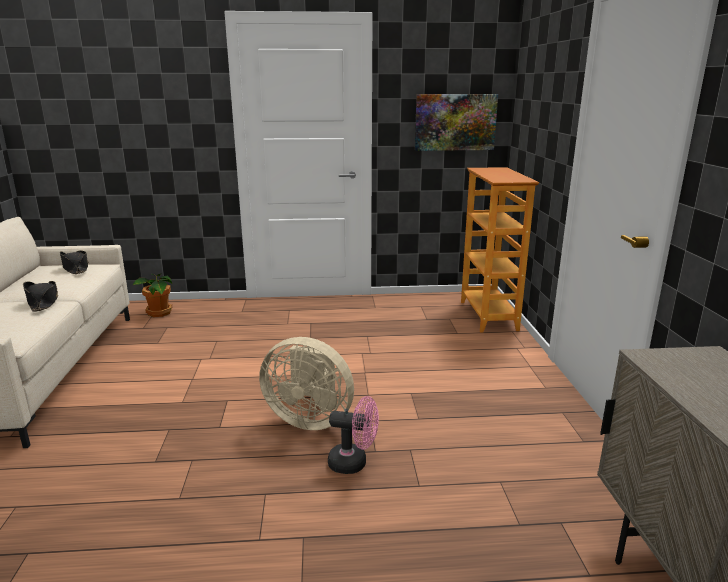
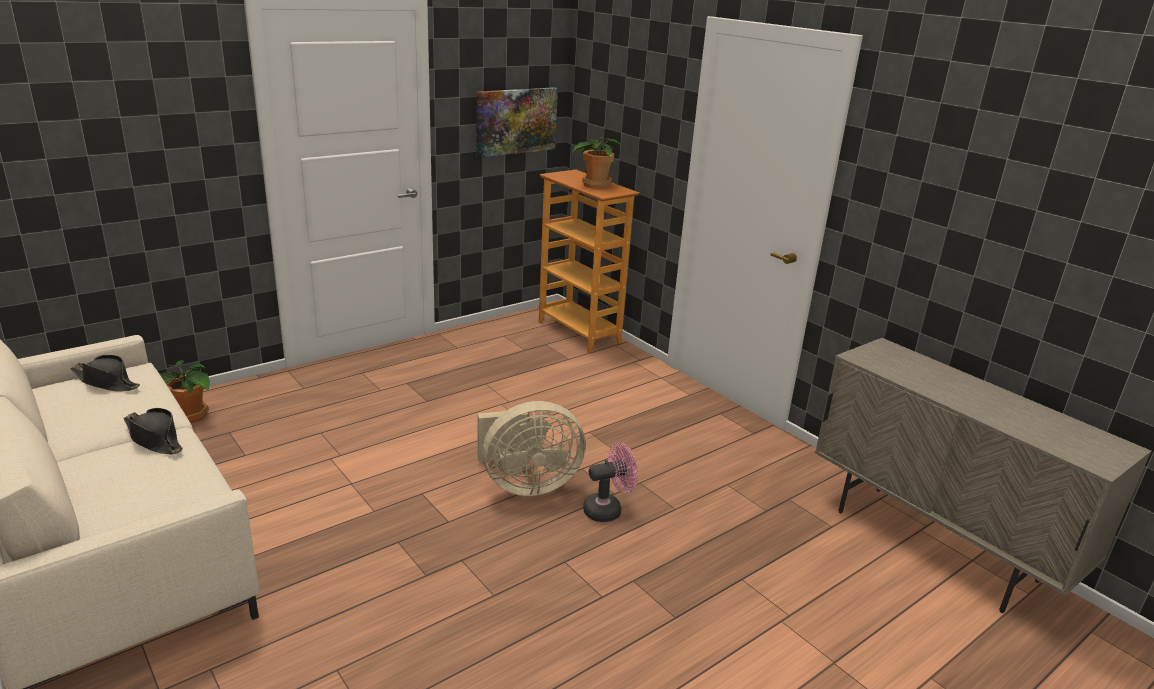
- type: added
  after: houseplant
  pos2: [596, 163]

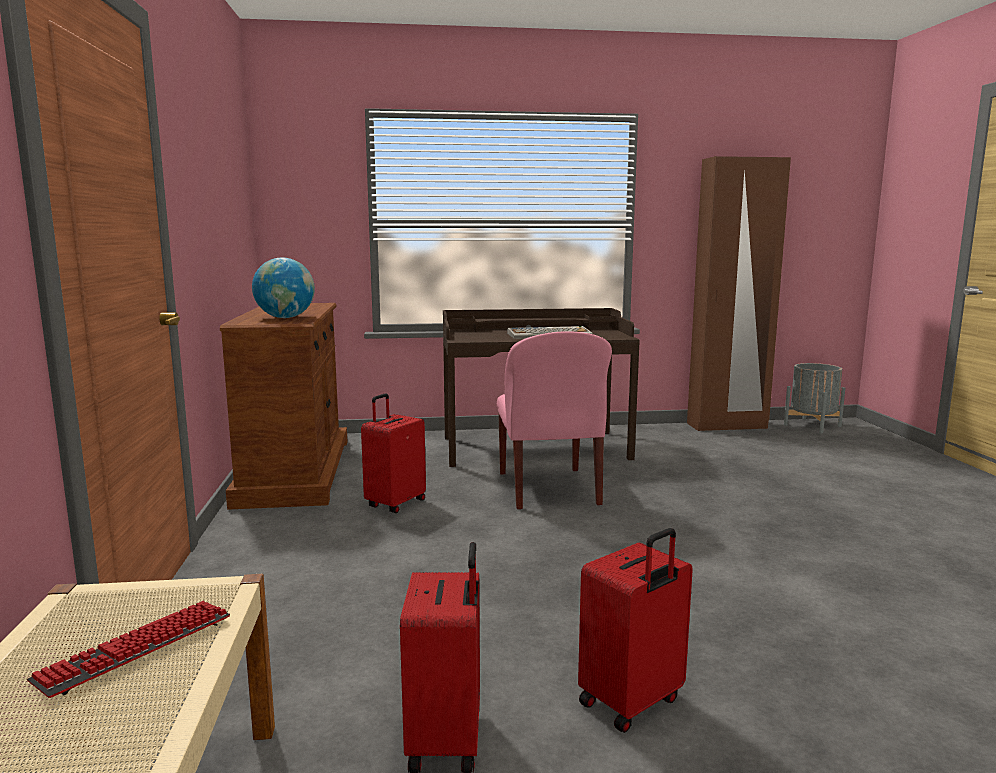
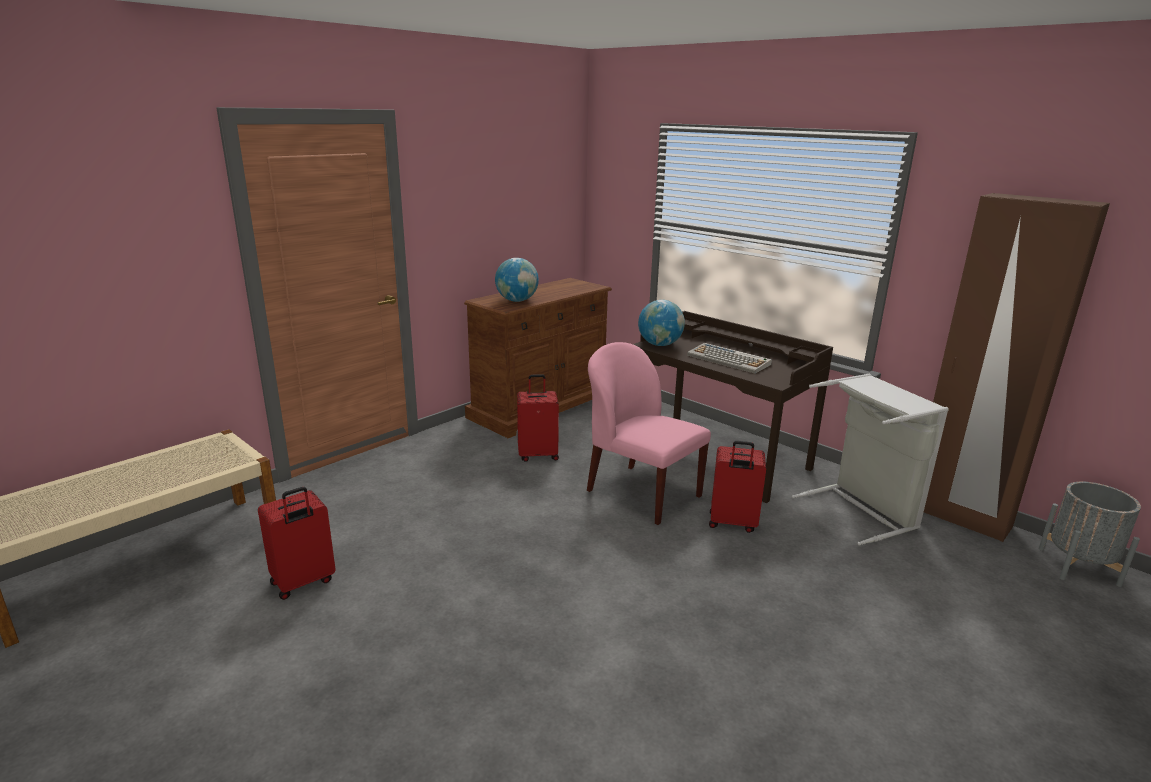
- type: turned
  before: chair (pink-coloured)
  pos1: [554, 420]
  pos2: [649, 433]
  turn: 90
- type: added
  after: world globe
  pos2: [661, 323]
- type: moved
  before: piece of luggage (red)
  pos1: [635, 630]
  pos2: [737, 487]
- type: added
  after: hamper (grey)
  pos2: [870, 460]
- type: removed
  before: keyboard
  pos1: [128, 649]

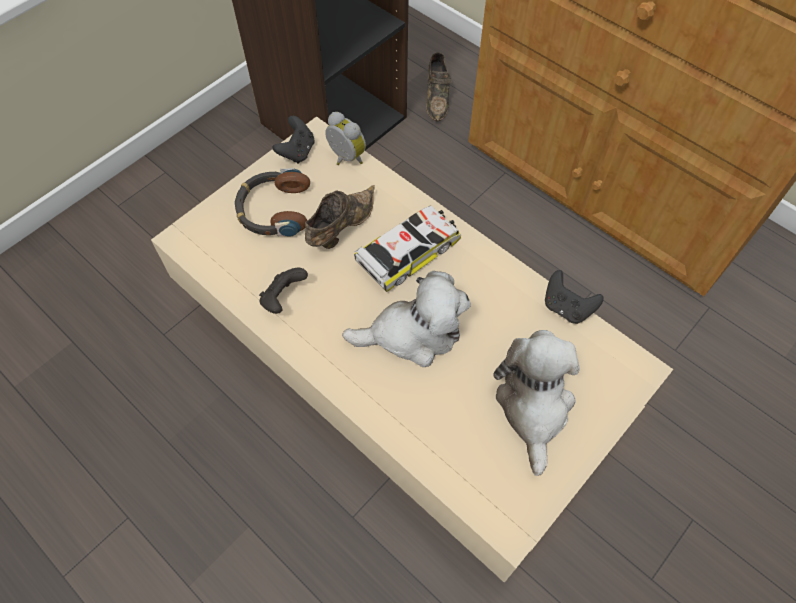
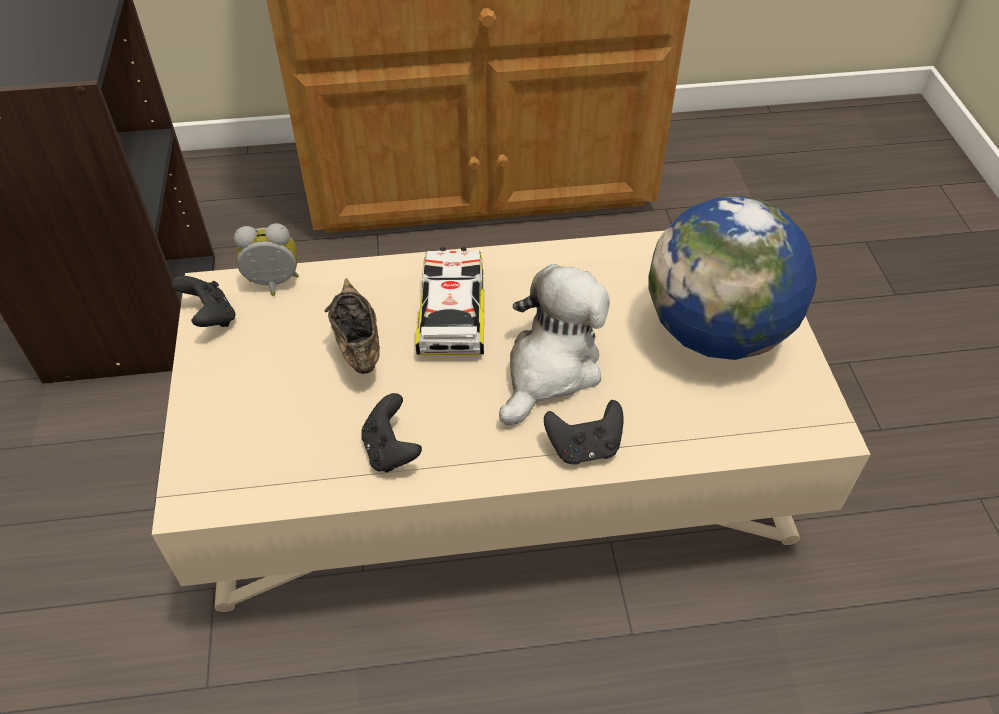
- type: moved
  before: joypad (black-coloured)
  pos1: [574, 297]
  pos2: [583, 432]
- type: replaced
  before: plush toy
  after: world globe
  pos1: [536, 403]
  pos2: [732, 278]
- type: removed
  before: headphones
  pos1: [272, 202]
- type: removed
  before: item of footwear (brown-coloured)
  pos1: [439, 87]

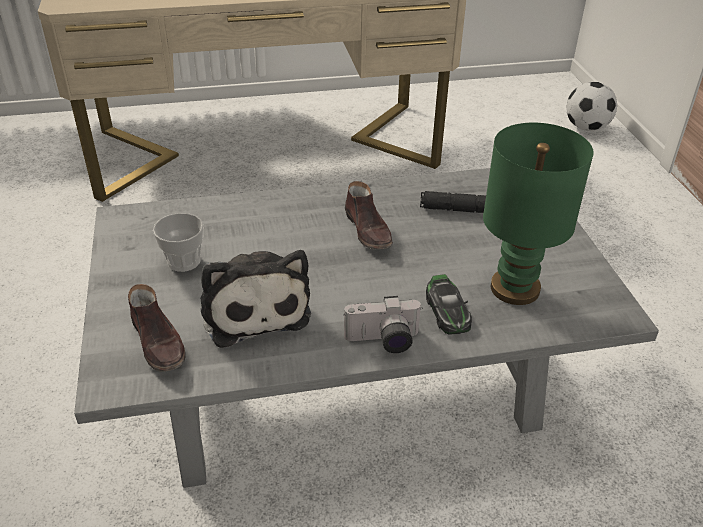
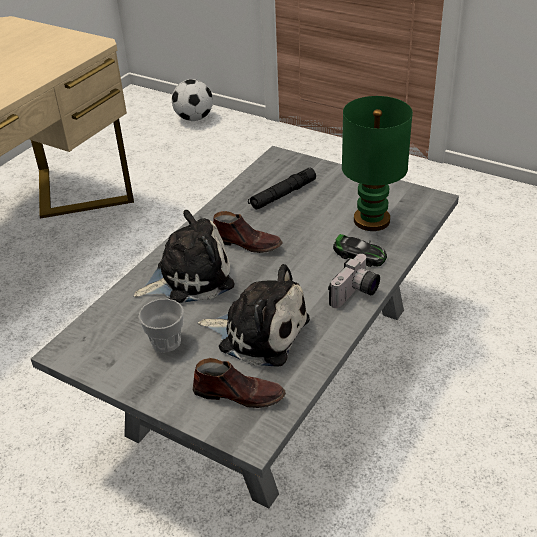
- type: added
  after: plush toy
  pos2: [183, 256]

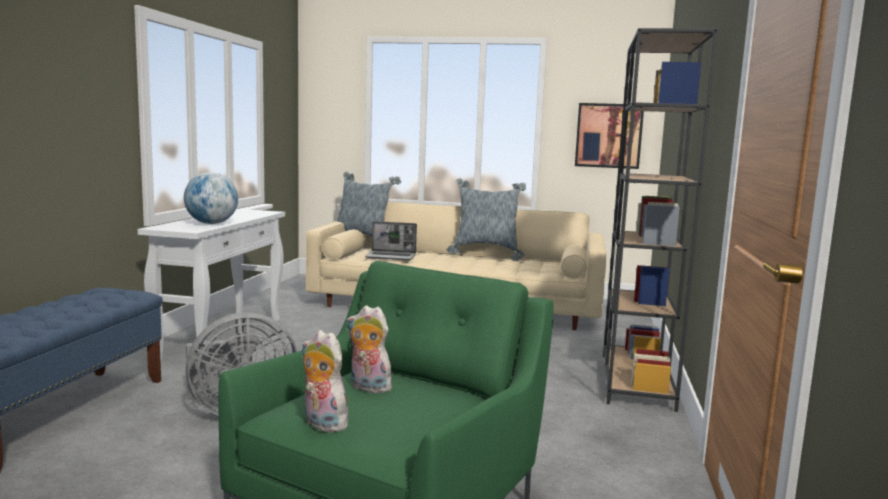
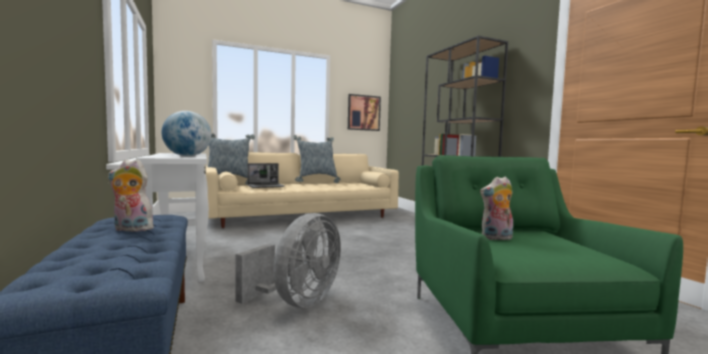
- type: moved
  before: plush toy
  pos1: [324, 381]
  pos2: [131, 195]

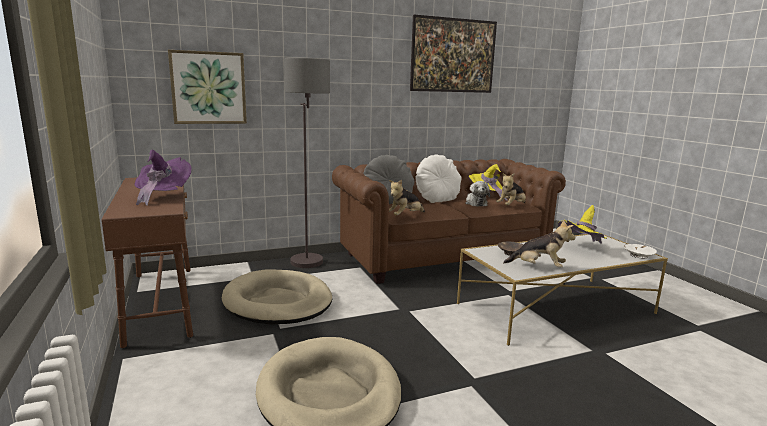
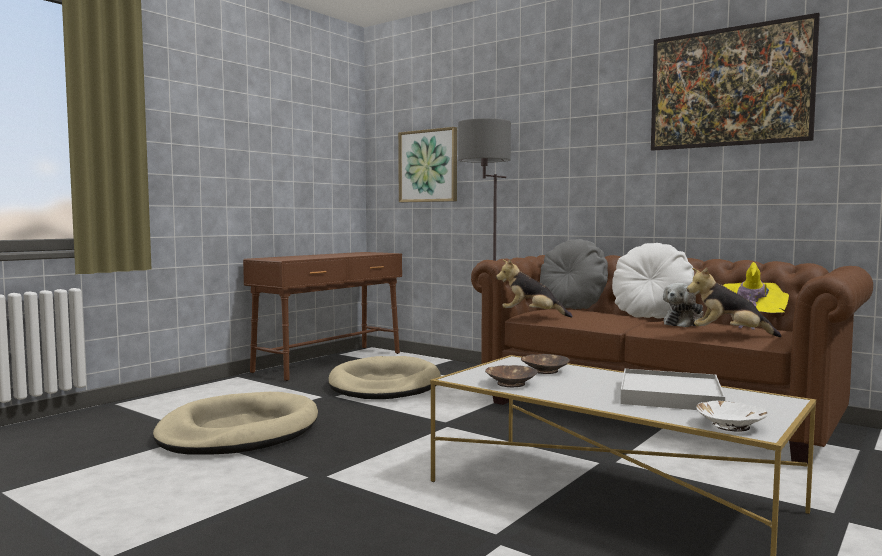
- type: replaced
  before: plush toy
  after: deep dish (brown-coloured)
  pos1: [539, 244]
  pos2: [511, 376]
- type: replaced
  before: clothing hat (yellowish)
  after: serving tray (whitish)
  pos1: [582, 224]
  pos2: [672, 389]
- type: removed
  before: clothing hat (purplish)
  pos1: [163, 177]

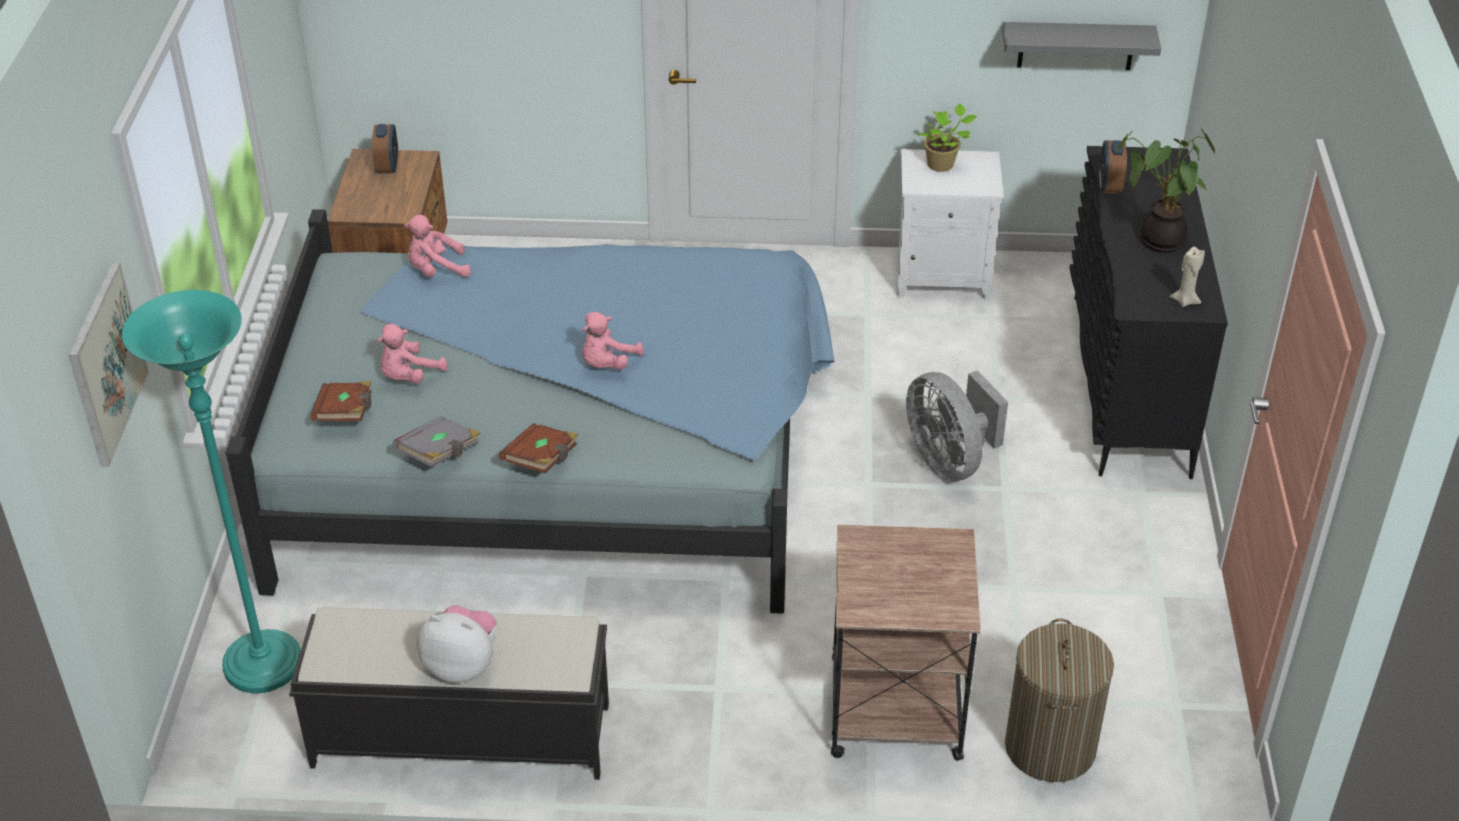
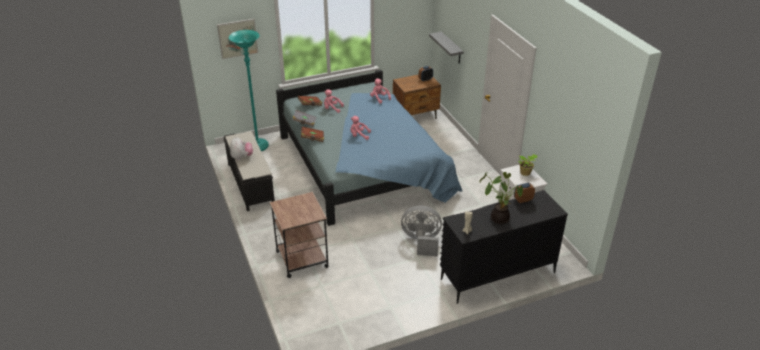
- type: turned
  before: fan (grey)
  pos1: [957, 425]
  pos2: [421, 231]
  turn: 60
- type: moved
  before: bracket shelf (grey)
  pos1: [1081, 46]
  pos2: [446, 48]
- type: removed
  before: hamper
  pos1: [1059, 700]

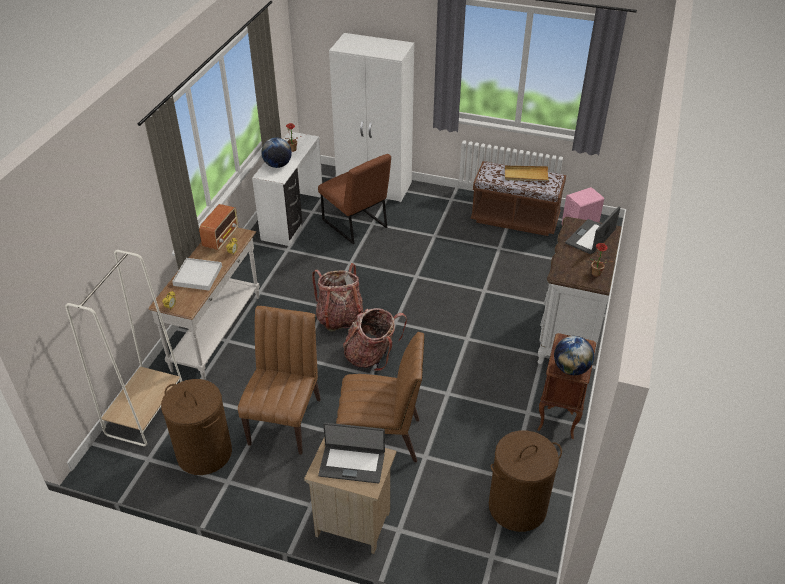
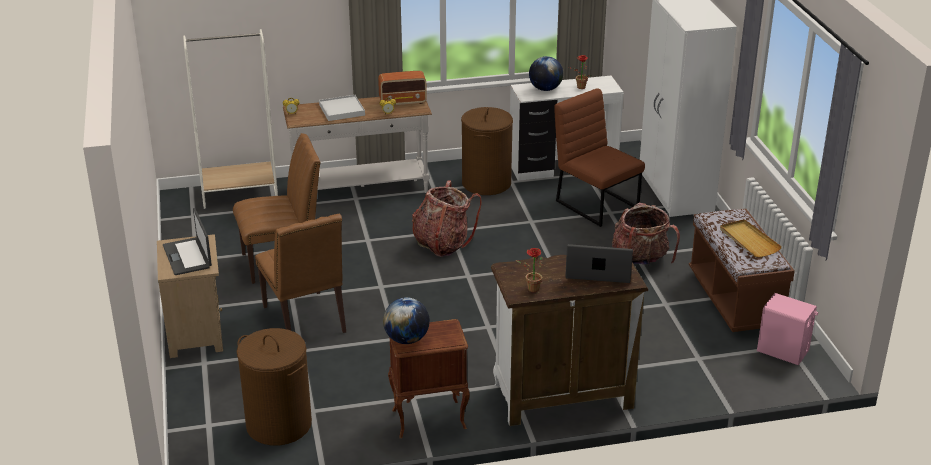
- type: moved
  before: hamper (brown-coloured)
  pos1: [196, 427]
  pos2: [487, 151]
- type: turned
  before: chair (brown-coloured)
  pos1: [354, 199]
  pos2: [599, 157]
  turn: 120
- type: moved
  before: backpack
  pos1: [375, 339]
  pos2: [646, 235]

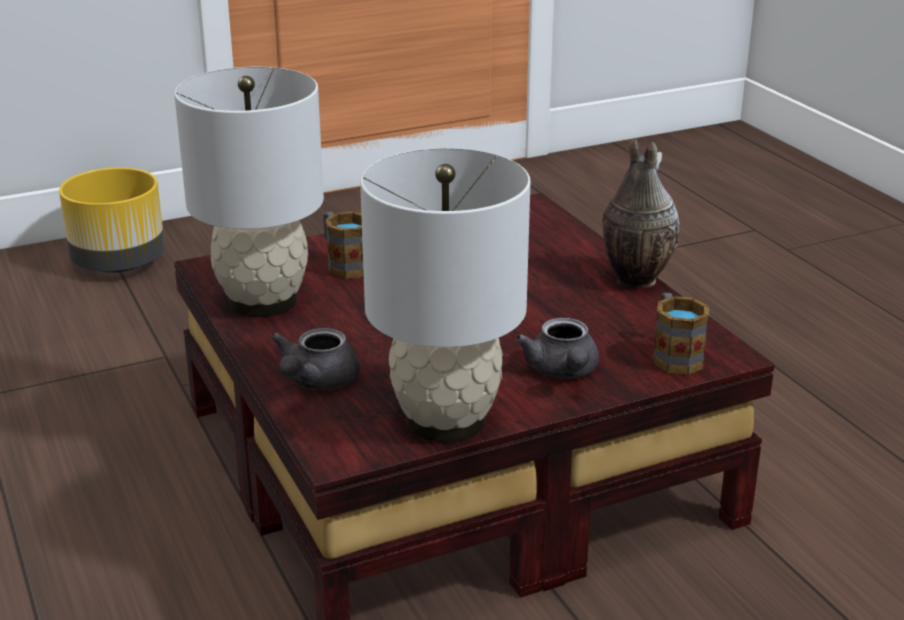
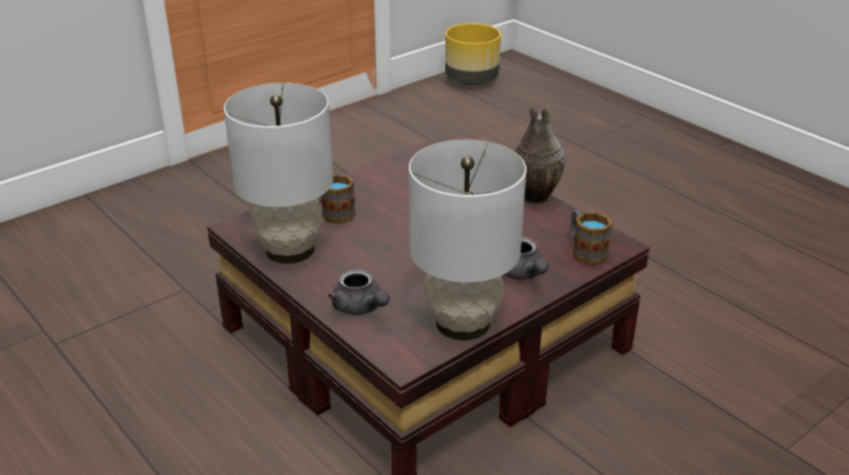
- type: turned
  before: tea pot (grey)
  pos1: [315, 359]
  pos2: [359, 292]
  turn: -45
- type: moved
  before: planter (yellowish)
  pos1: [112, 220]
  pos2: [473, 54]

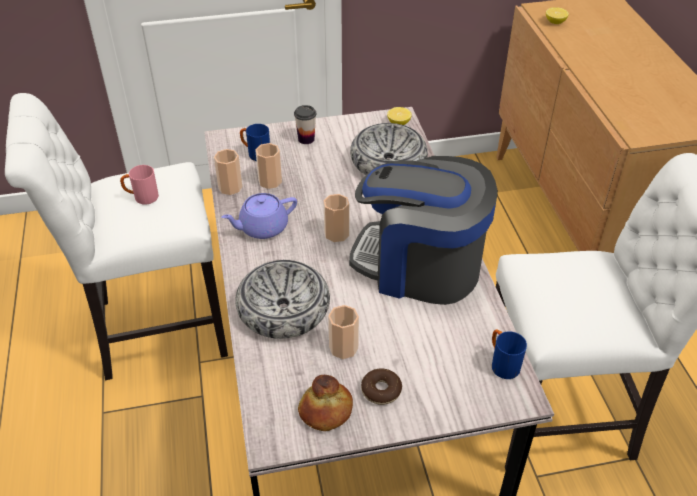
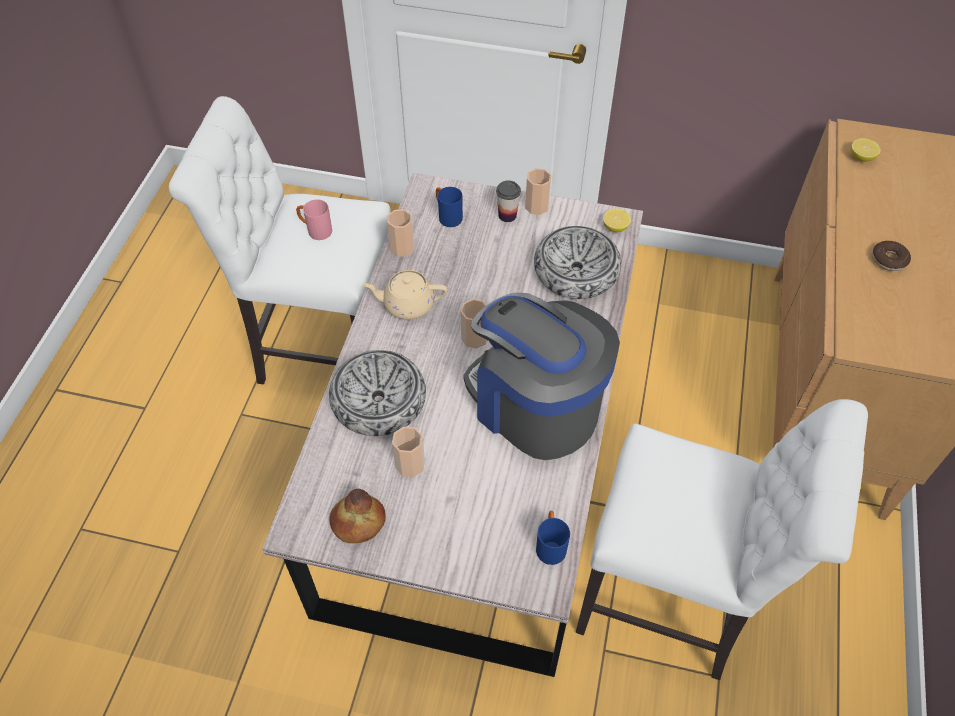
- type: recoloured
  before: tea pot (purplish)
  after: tea pot (sand-coloured)
  pos1: [259, 216]
  pos2: [405, 295]
- type: moved
  before: cup
  pos1: [268, 166]
  pos2: [538, 191]
- type: moved
  before: doughnut
  pos1: [381, 386]
  pos2: [891, 256]

